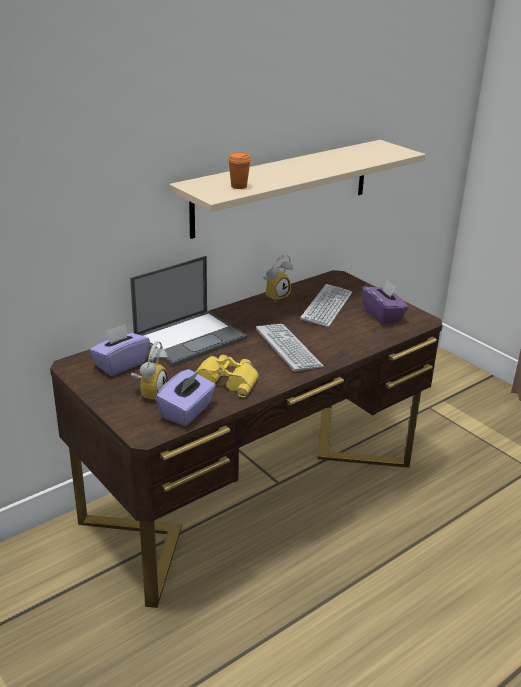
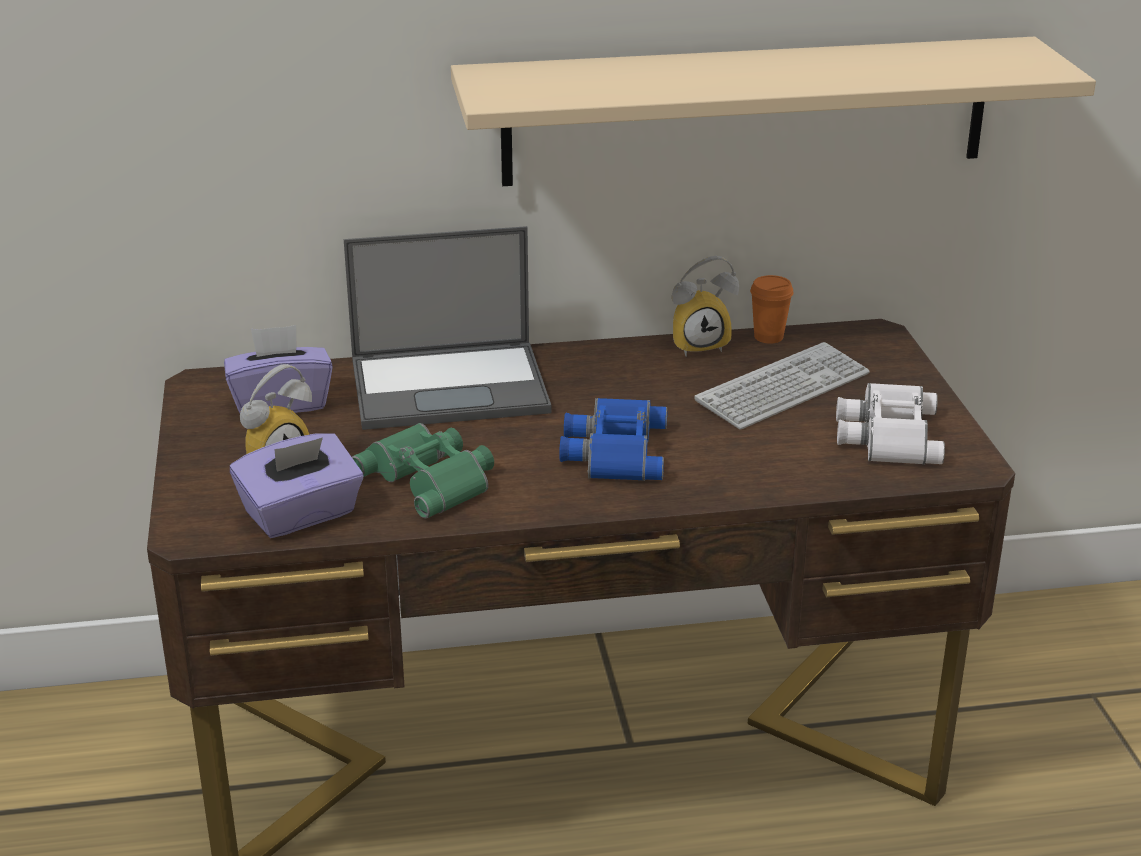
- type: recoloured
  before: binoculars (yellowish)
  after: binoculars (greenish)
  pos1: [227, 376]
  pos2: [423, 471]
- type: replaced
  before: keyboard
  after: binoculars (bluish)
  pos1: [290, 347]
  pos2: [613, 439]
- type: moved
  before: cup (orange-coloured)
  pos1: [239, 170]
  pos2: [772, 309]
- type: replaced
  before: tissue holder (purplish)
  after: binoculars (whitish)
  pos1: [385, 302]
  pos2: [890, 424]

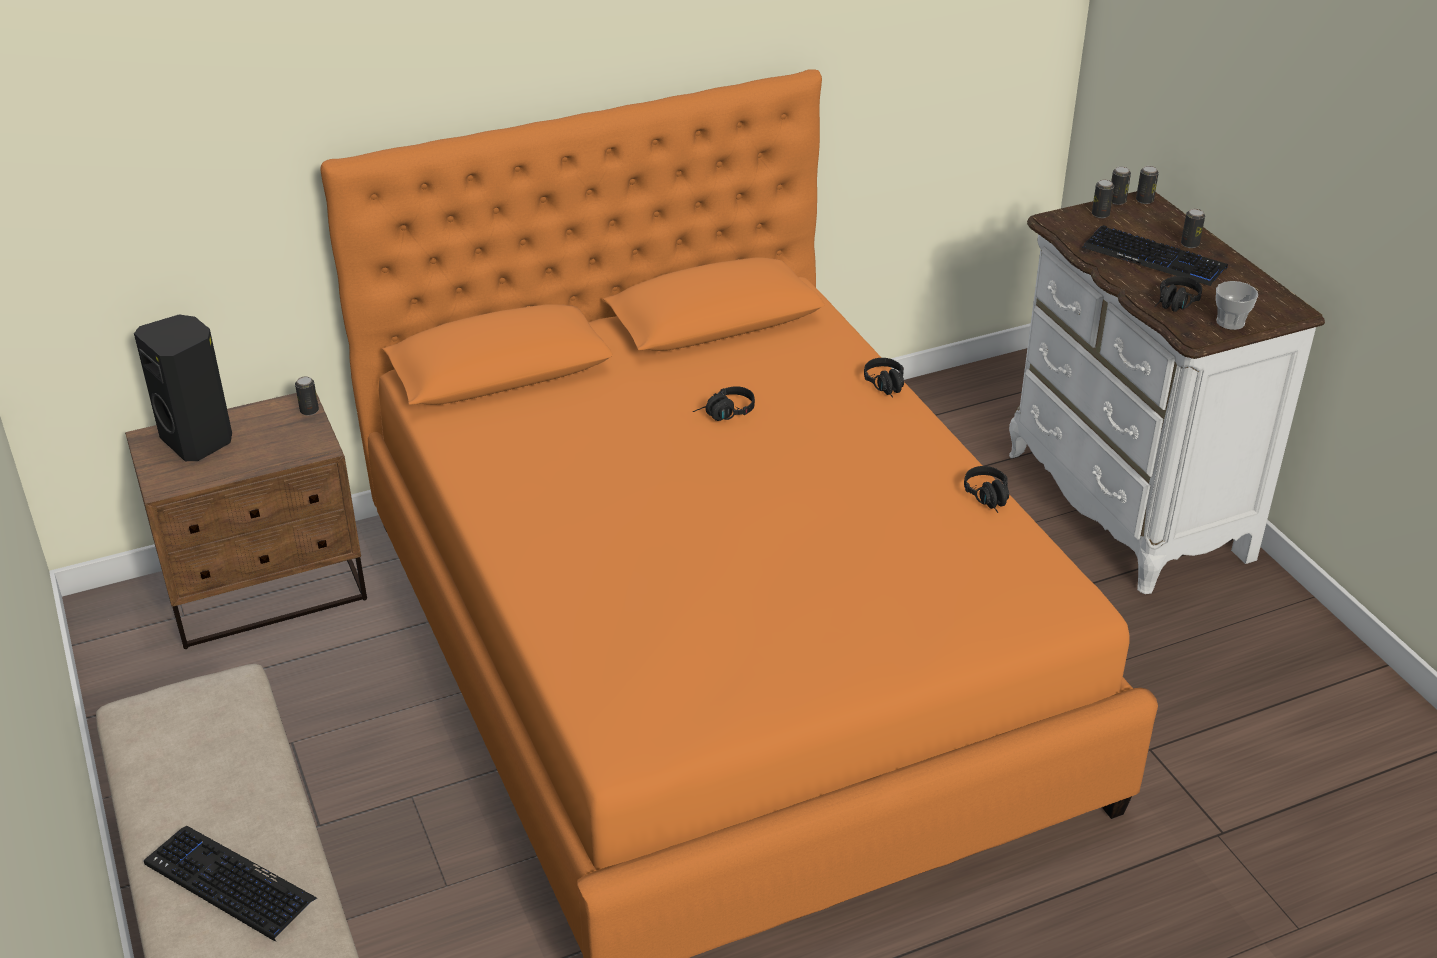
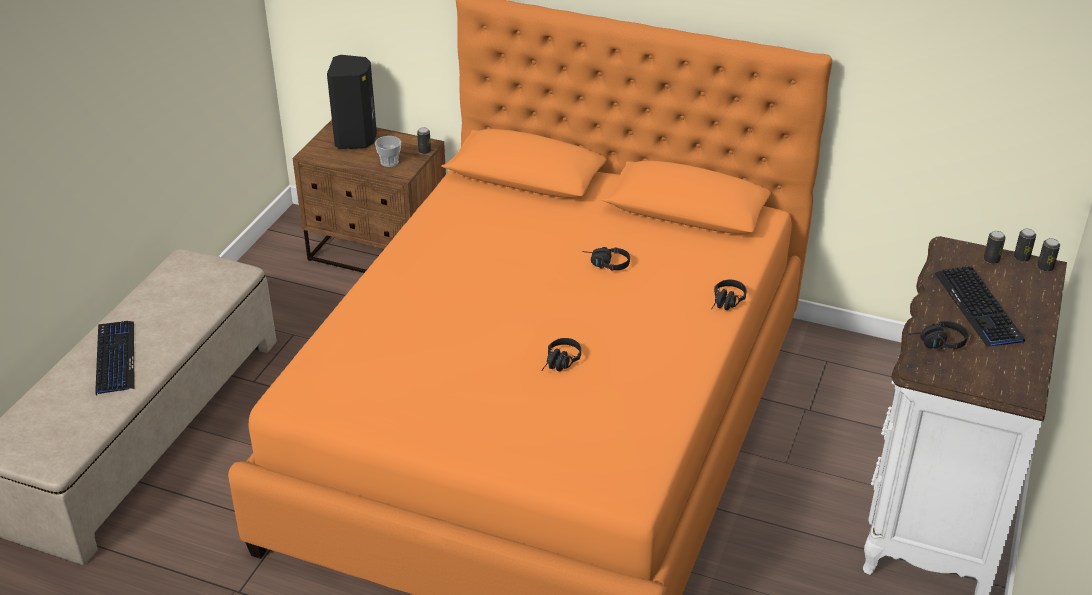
- type: moved
  before: cup
  pos1: [1237, 305]
  pos2: [388, 151]
- type: moved
  before: headphones (black-coloured)
  pos1: [986, 489]
  pos2: [561, 355]
- type: removed
  before: metal can
  pos1: [1193, 228]

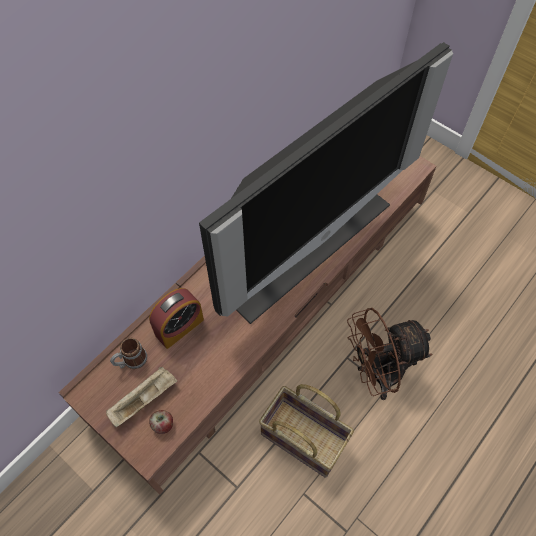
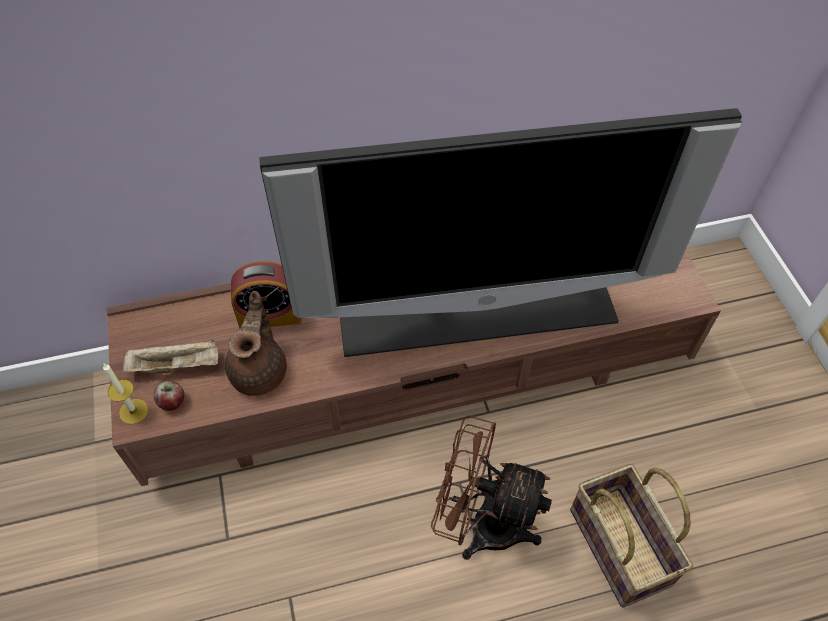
- type: added
  after: candle
  pos2: [125, 394]
- type: added
  after: tea pot (brown-coloured)
  pos2: [256, 343]
- type: moved
  before: household basket
  pos1: [306, 431]
  pos2: [631, 536]
- type: removed
  before: coffee mug
  pos1: [128, 353]

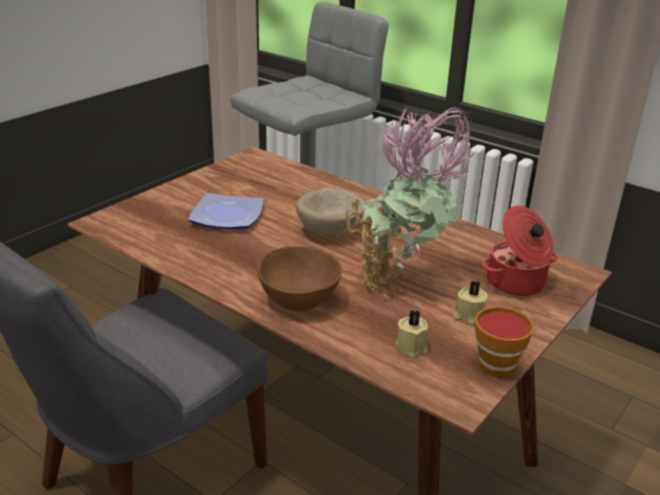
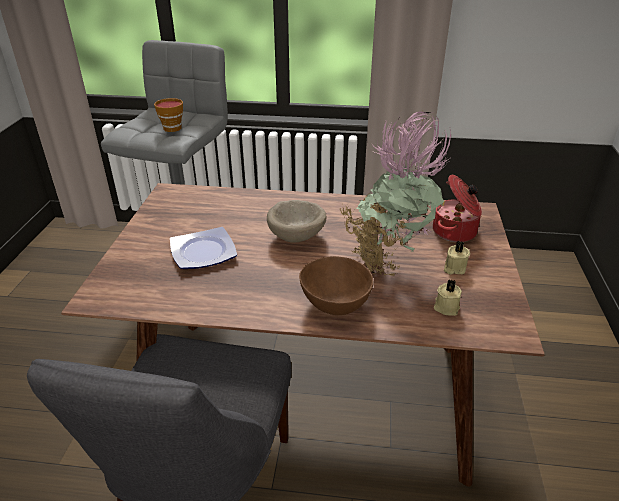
- type: moved
  before: cup
  pos1: [504, 342]
  pos2: [168, 115]

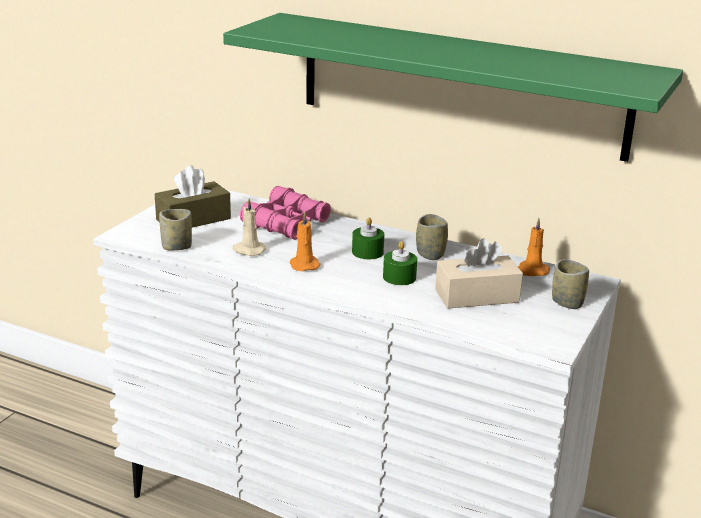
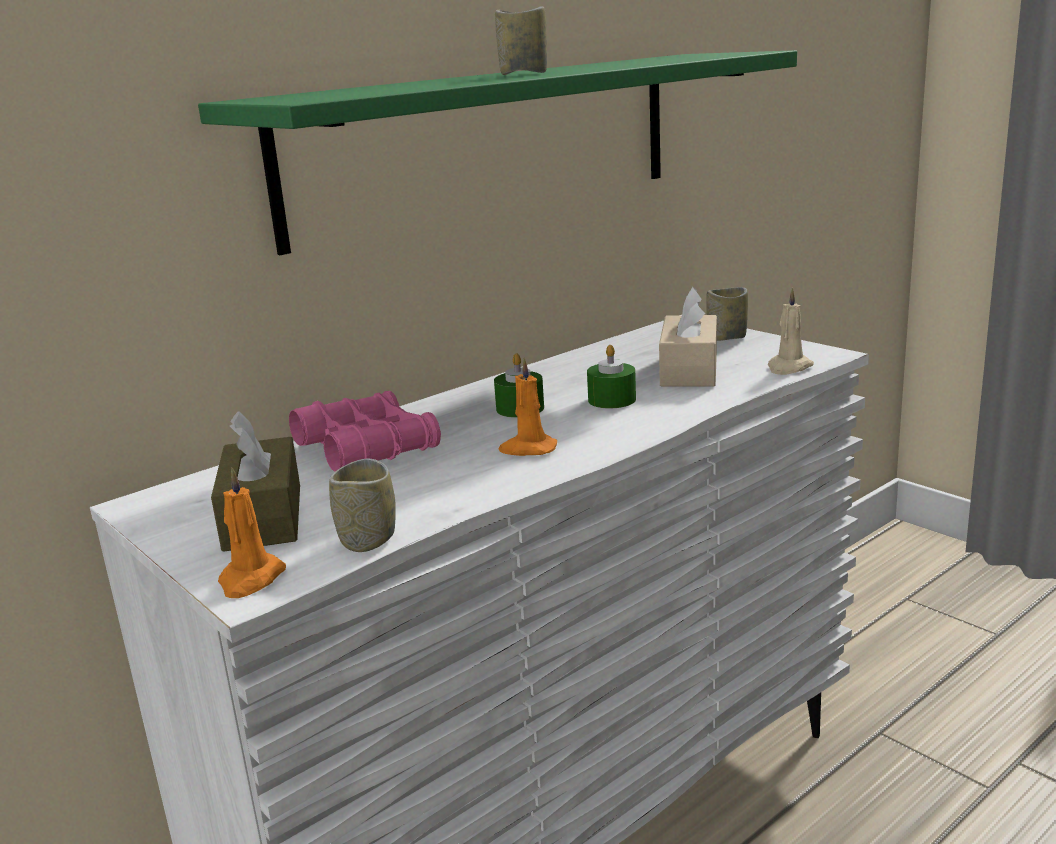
- type: moved
  before: candle (orange-coloured)
  pos1: [534, 247]
  pos2: [252, 533]
- type: moved
  before: cup
  pos1: [432, 237]
  pos2: [521, 41]
- type: moved
  before: candle (sand-coloured)
  pos1: [249, 227]
  pos2: [791, 331]

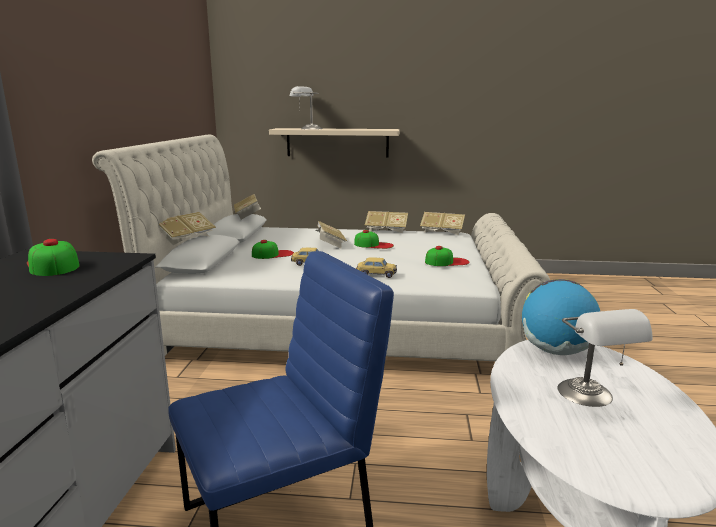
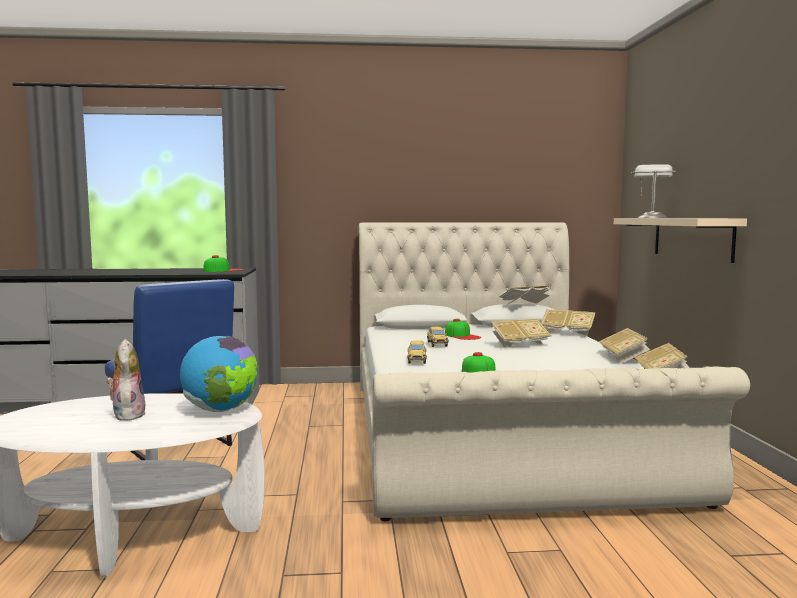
- type: replaced
  before: lamp for a table (whitish)
  after: plush toy
  pos1: [605, 358]
  pos2: [126, 380]
- type: moved
  before: volume
  pos1: [187, 228]
  pos2: [568, 322]
- type: removed
  before: peaked cap
  pos1: [374, 239]

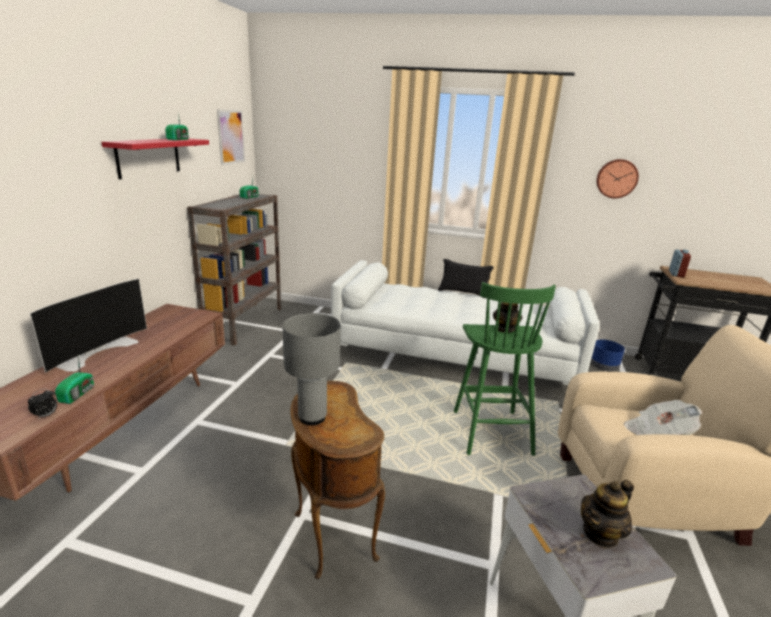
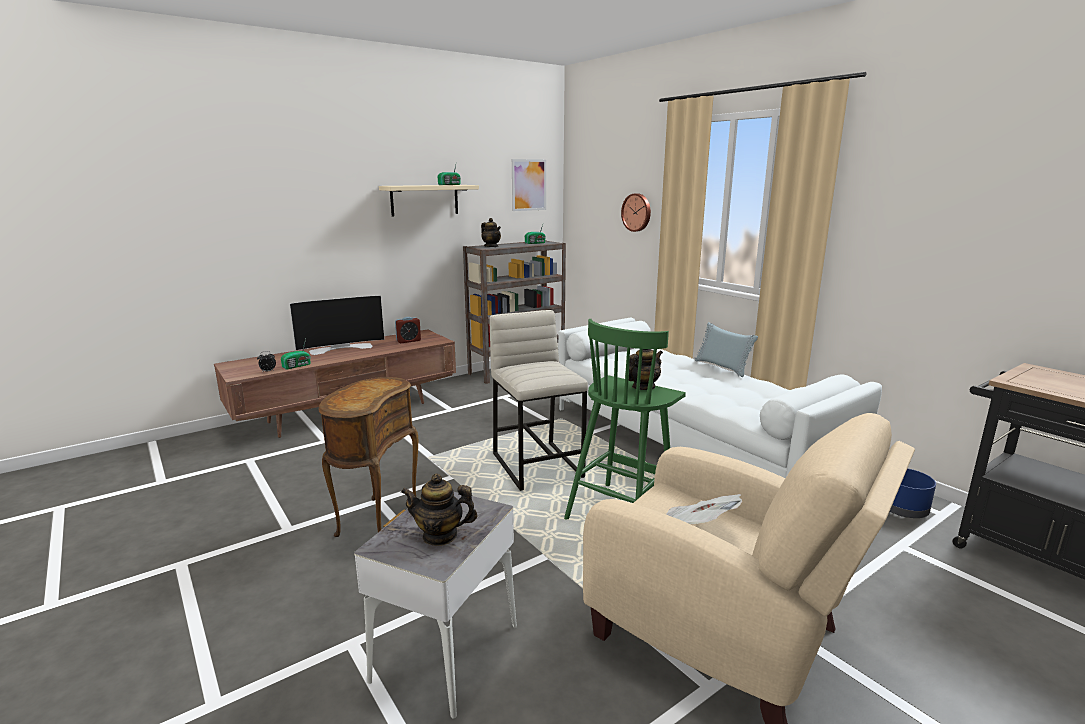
- type: recoloured
  before: bracket shelf (red)
  after: bracket shelf (sand-coloured)
  pos1: [155, 159]
  pos2: [429, 200]
- type: moved
  before: bedside clock
  pos1: [680, 263]
  pos2: [408, 330]
- type: added
  after: tea pot
  pos2: [491, 232]
- type: added
  after: stool seat (sand-coloured)
  pos2: [538, 400]
- type: moved
  before: wall clock
  pos1: [617, 178]
  pos2: [636, 212]
- type: recoloured
  before: pillow (black-coloured)
  after: pillow (bluish)
  pos1: [466, 279]
  pos2: [726, 349]
- type: removed
  before: lamp for a table (grey)
  pos1: [312, 369]

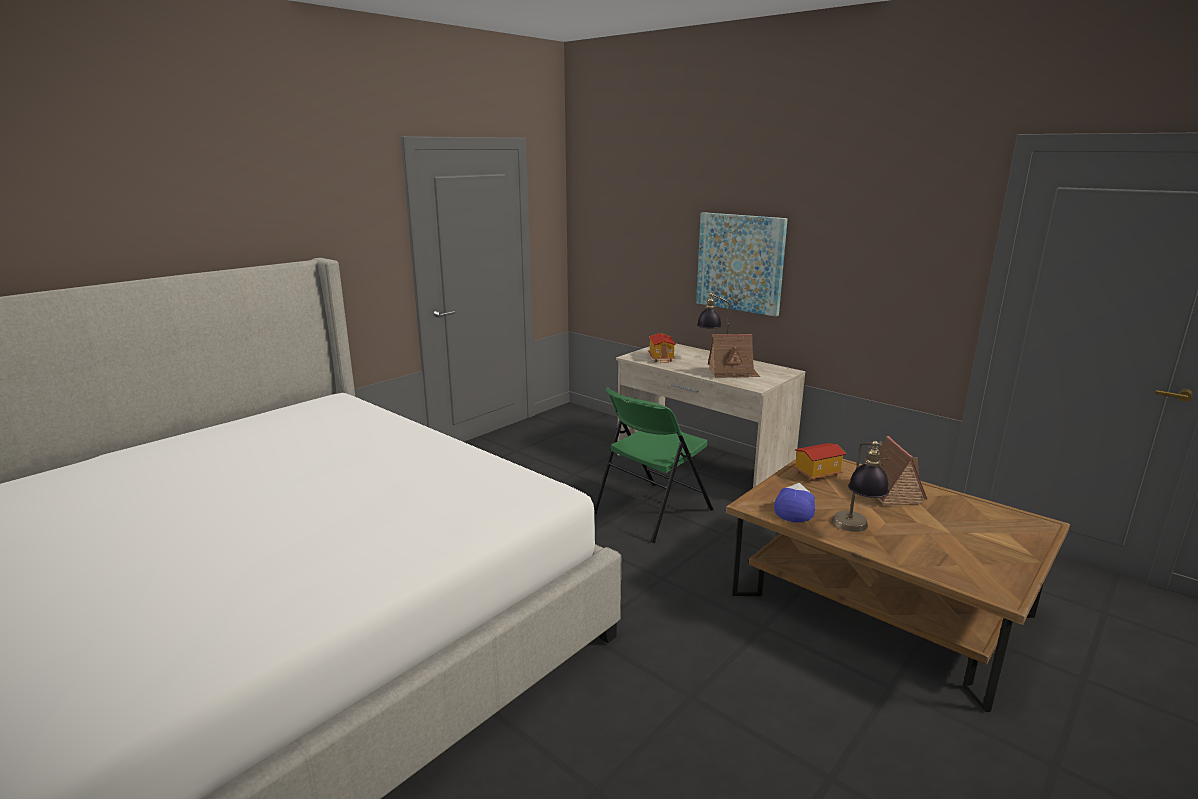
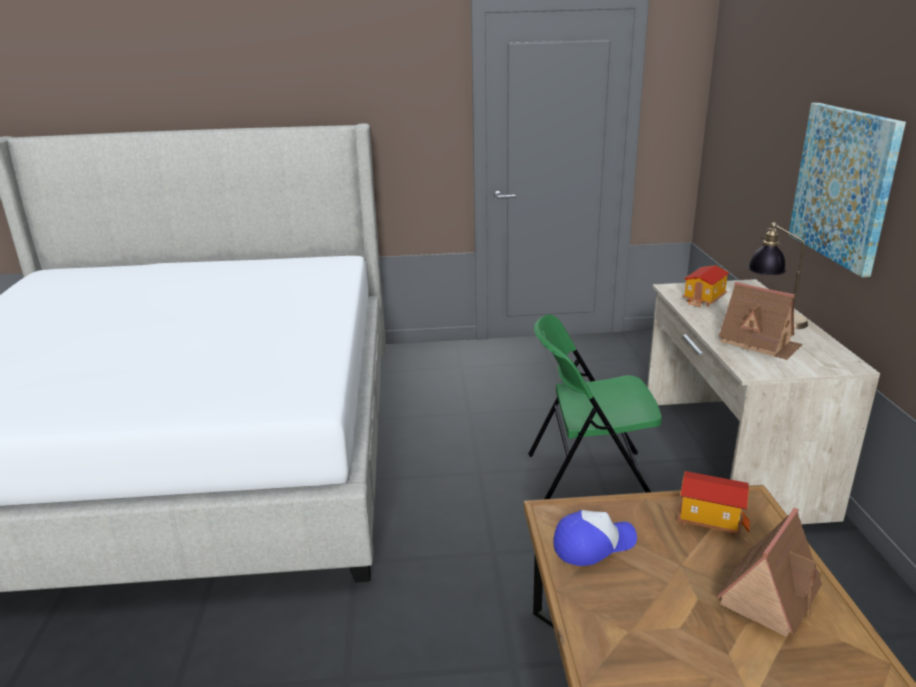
- type: removed
  before: lamp for a table
  pos1: [860, 486]

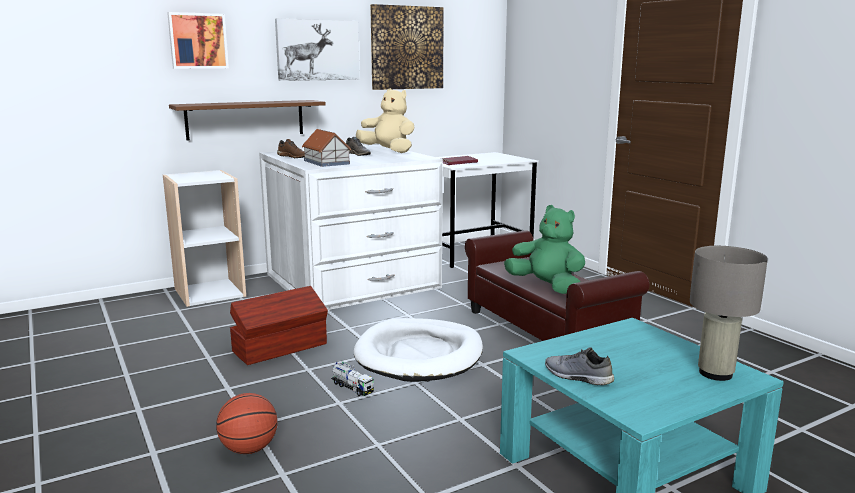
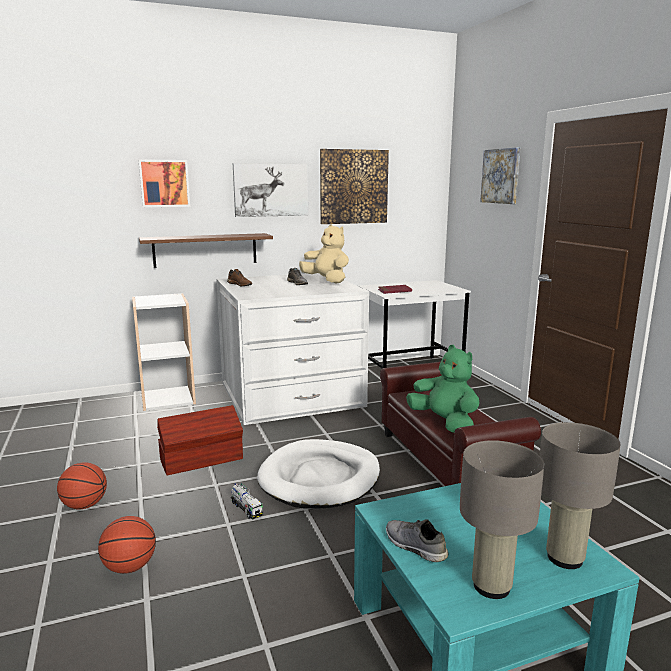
- type: added
  after: ball for basketball
  pos2: [82, 486]
- type: added
  after: lamp for a table (grey)
  pos2: [502, 519]
- type: added
  after: picture
  pos2: [500, 175]
- type: removed
  before: model house
  pos1: [326, 148]

